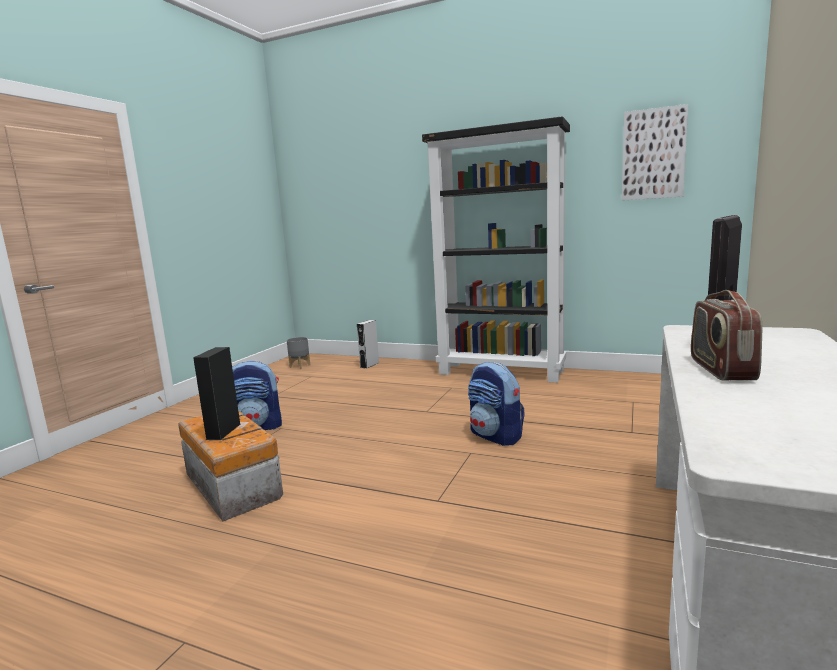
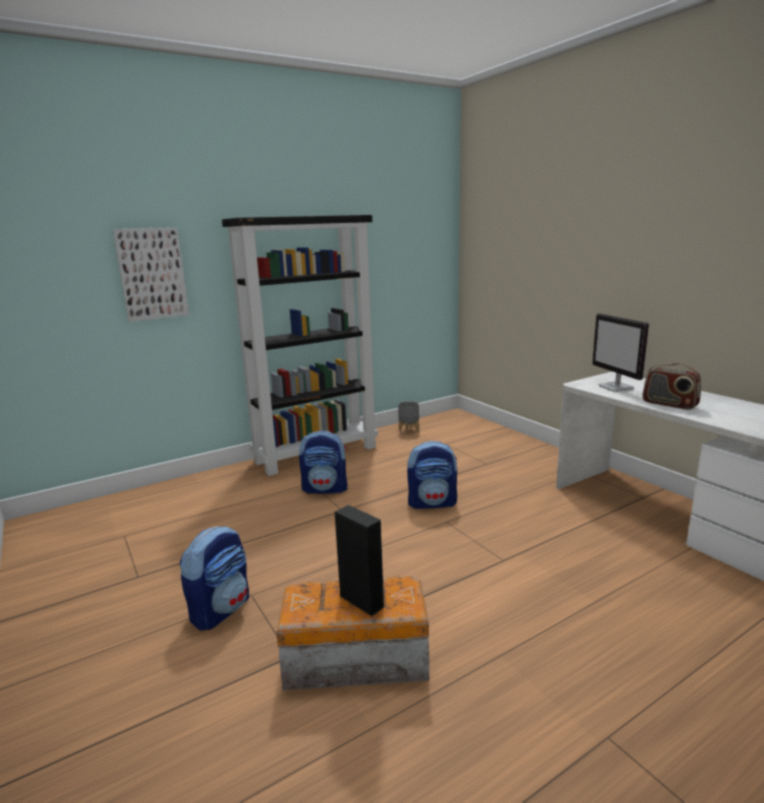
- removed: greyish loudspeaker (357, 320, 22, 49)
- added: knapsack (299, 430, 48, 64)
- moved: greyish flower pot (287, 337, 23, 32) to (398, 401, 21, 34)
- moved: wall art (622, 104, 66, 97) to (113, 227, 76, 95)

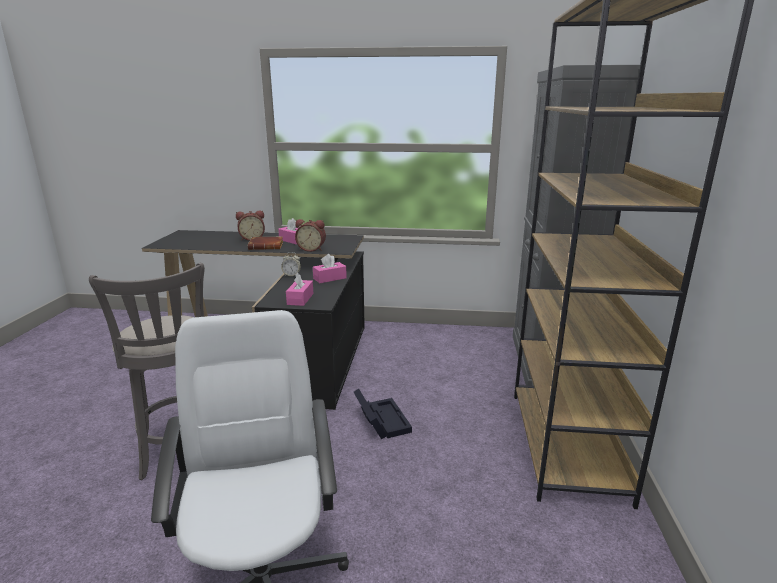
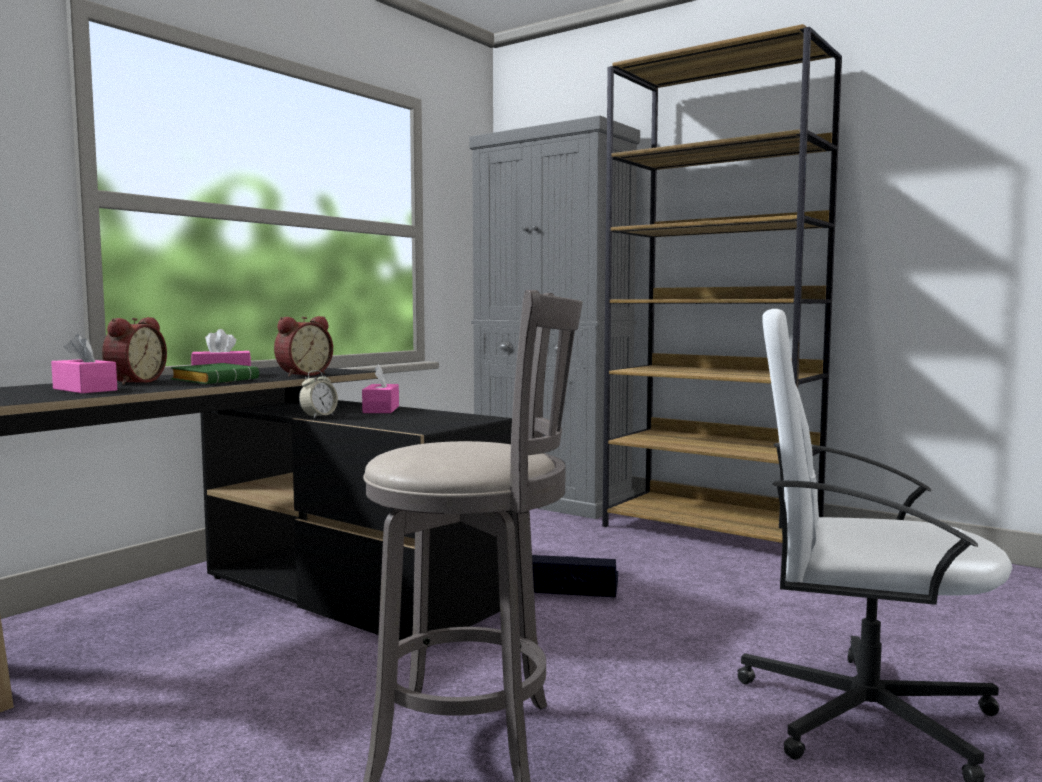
- moved: pink-coloured tissue holder (286, 272, 28, 34) to (51, 334, 66, 59)
- recoloured: brownish volume (248, 237, 35, 13) to green-coloured volume (171, 363, 88, 21)

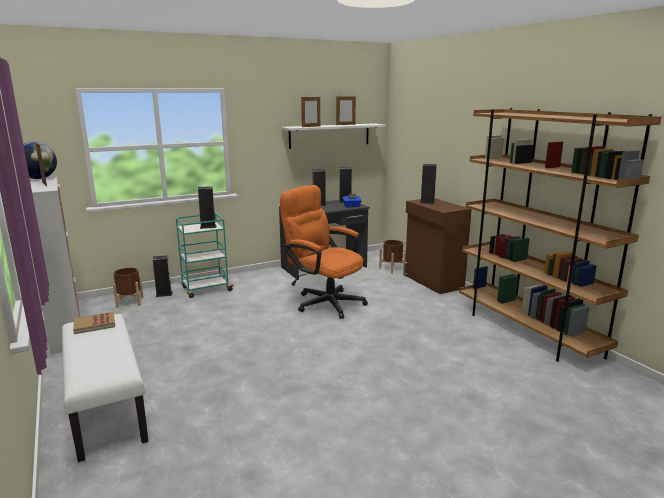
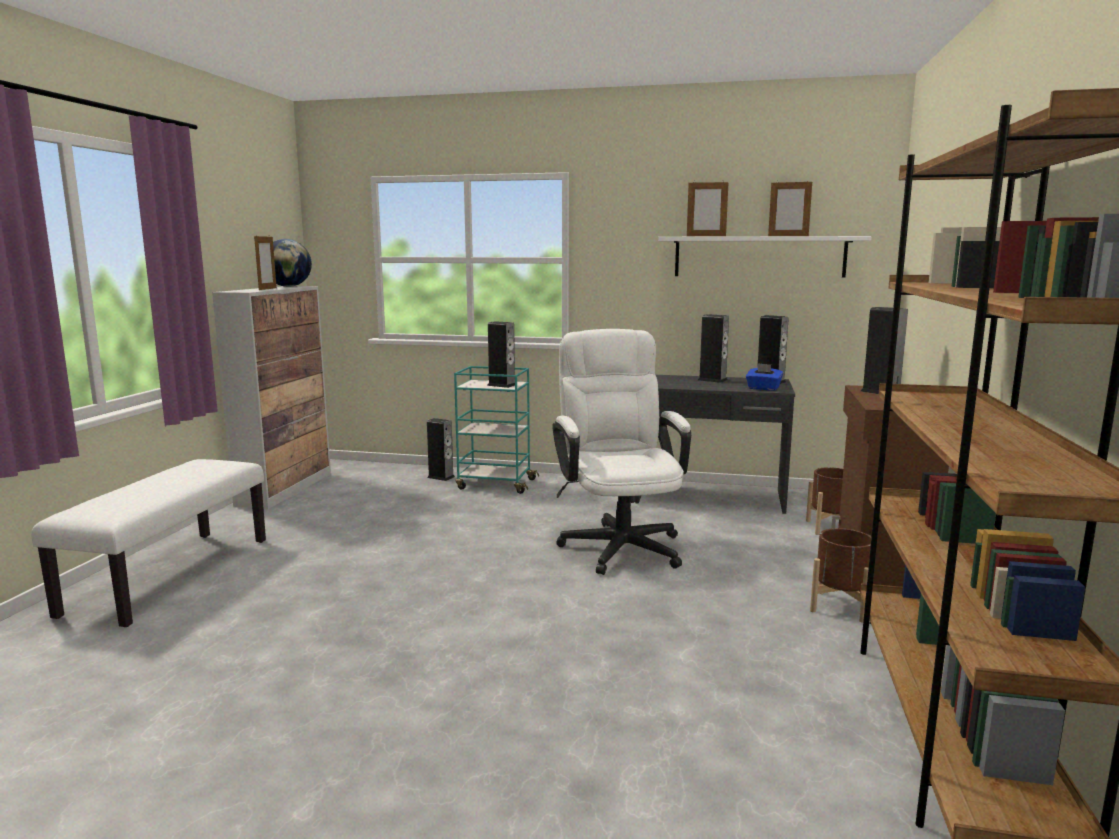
- removed: volume (73, 312, 42, 22)
- moved: brownish flower pot (113, 268, 31, 40) to (810, 528, 62, 95)
- recoloured: orange-coloured desk chair (280, 185, 88, 134) to whitish desk chair (552, 329, 139, 246)

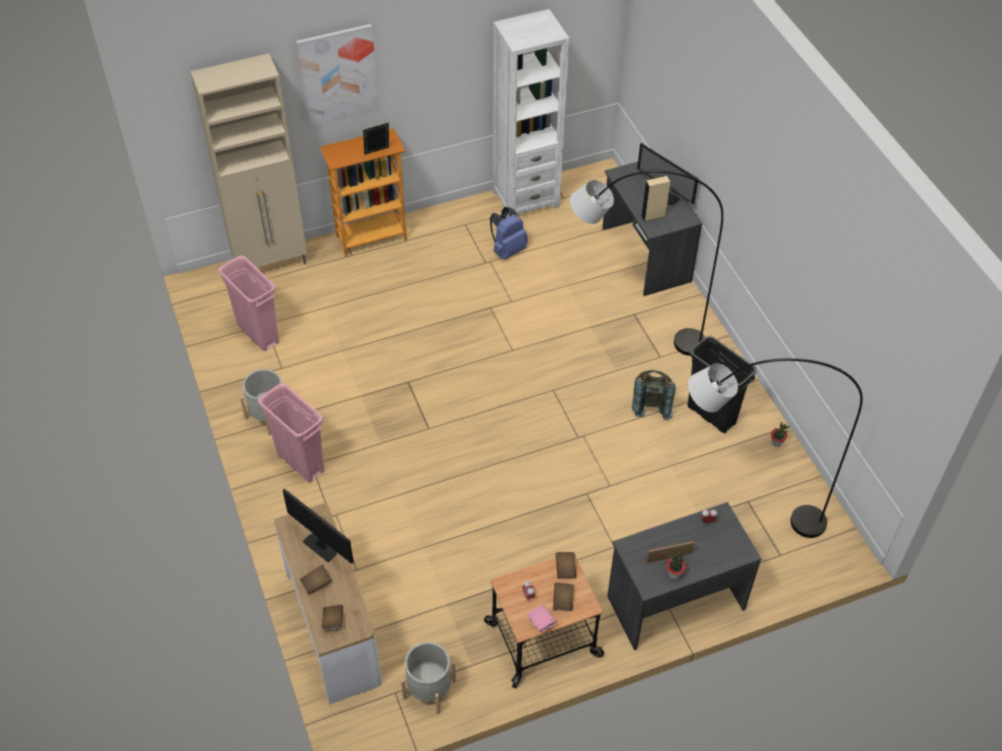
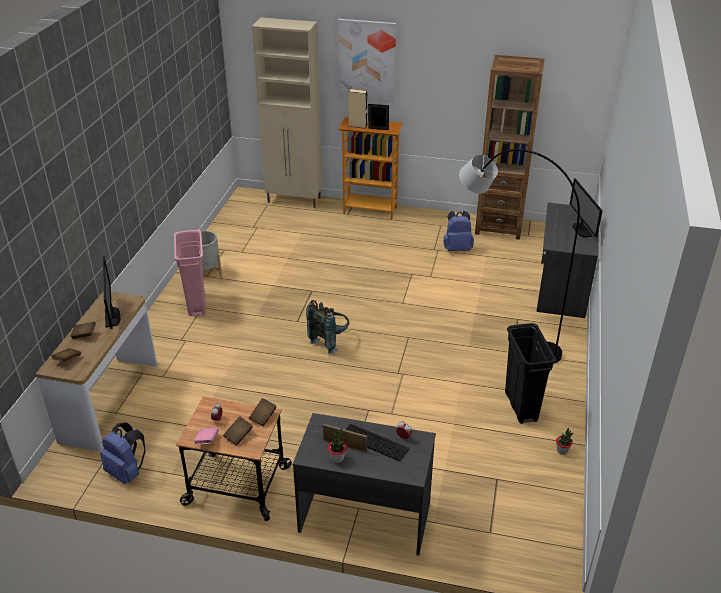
- removed: pink-coloured trash can (218, 256, 61, 95)
- removed: greyish floor lamp (688, 358, 175, 180)
- added: computer keyboard (345, 424, 64, 38)
- moved: greyish knapsack (632, 370, 44, 50) to (306, 300, 43, 54)
- moved: beige-coloured loudspeaker (641, 176, 29, 46) to (348, 89, 19, 40)
- replaced: greyish flower pot (401, 642, 55, 72) to blue-coloured knapsack (100, 422, 46, 62)
- recoloured: whitish shelving unit (493, 9, 76, 207) to brownish shelving unit (475, 55, 69, 185)

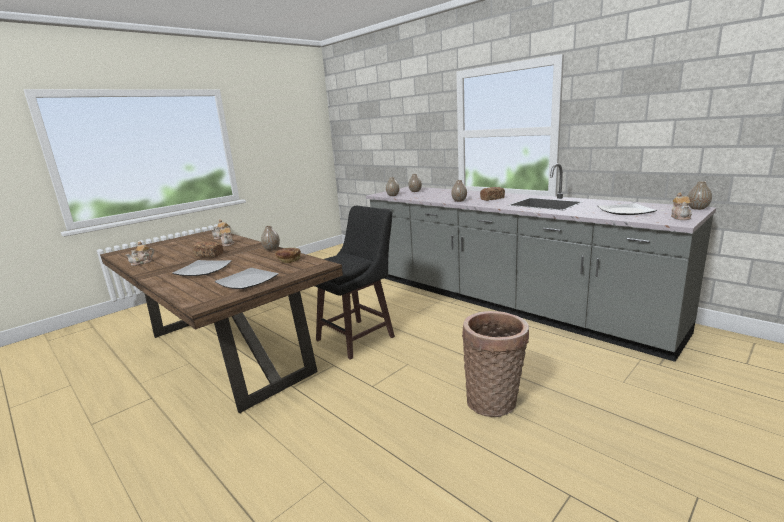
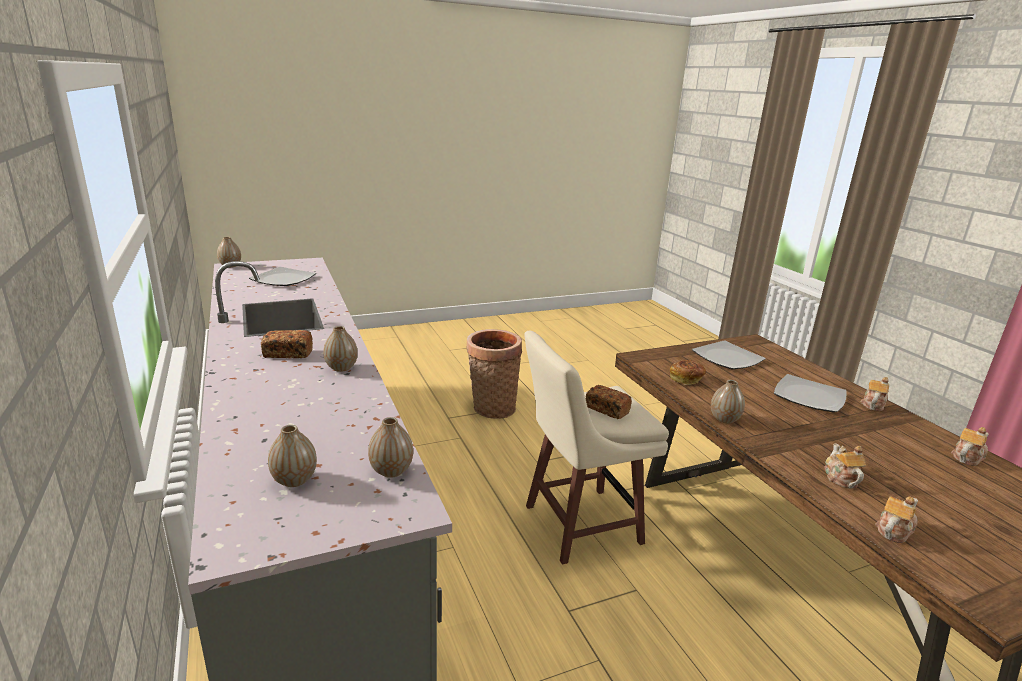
- moved: baked bread (193, 241, 30, 16) to (586, 385, 46, 34)
- moved: tea pot (671, 193, 21, 27) to (861, 377, 28, 34)
- recoloured: black-coloured stool (315, 206, 80, 154) to beige-coloured stool (524, 331, 145, 234)

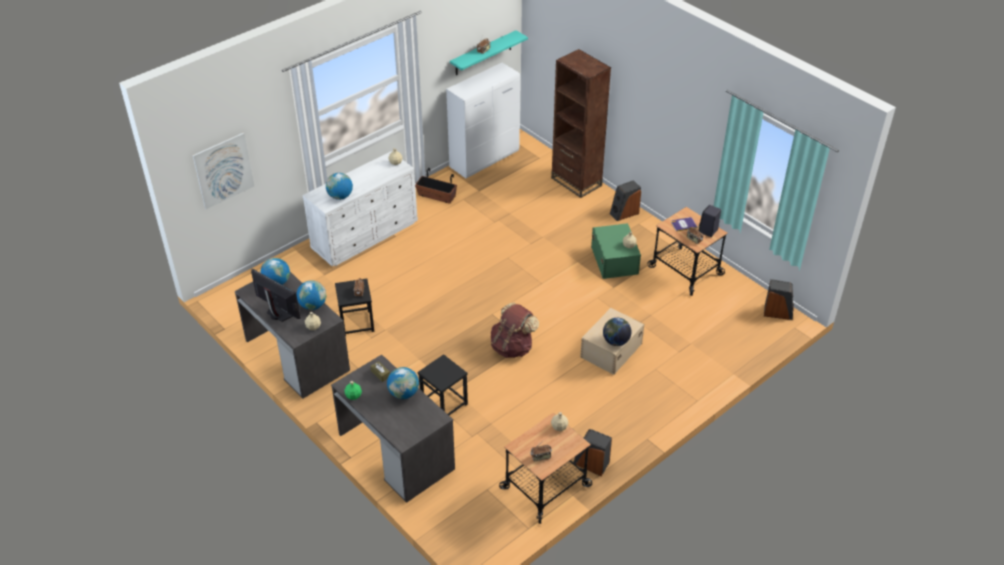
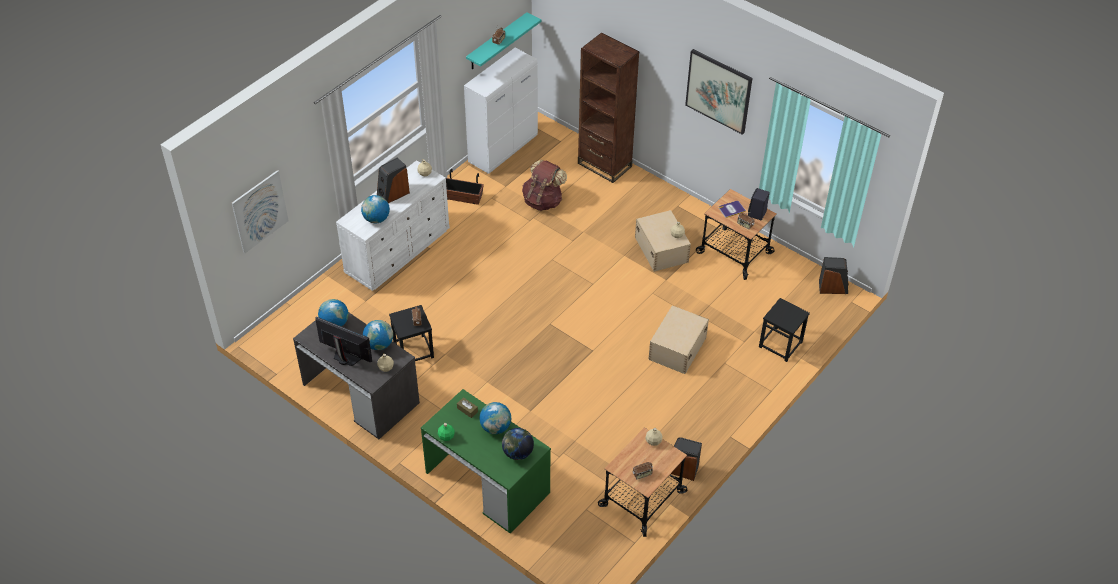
- added: wall art (685, 49, 67, 86)
- moved: black-coloured stool (418, 354, 50, 61) to (759, 298, 51, 64)
- moved: brownish knapsack (491, 302, 48, 56) to (522, 160, 45, 51)
- moved: world globe (603, 318, 29, 28) to (502, 428, 32, 32)
- moved: loudspeaker (610, 180, 31, 41) to (377, 157, 33, 46)
- recoloured: greyish desk (331, 354, 124, 149) to green-coloured desk (421, 389, 130, 145)
- recoloured: green-coloured storage box (591, 223, 50, 56) to beige-coloured storage box (635, 210, 56, 62)

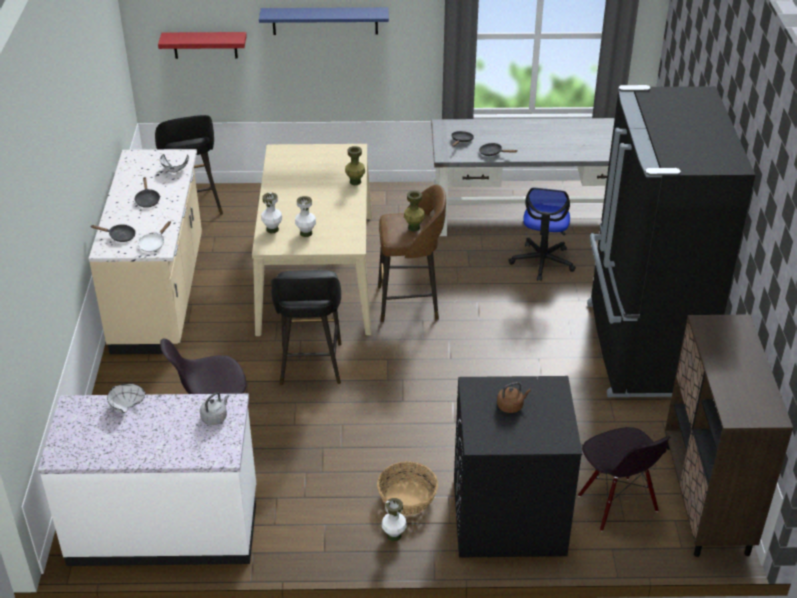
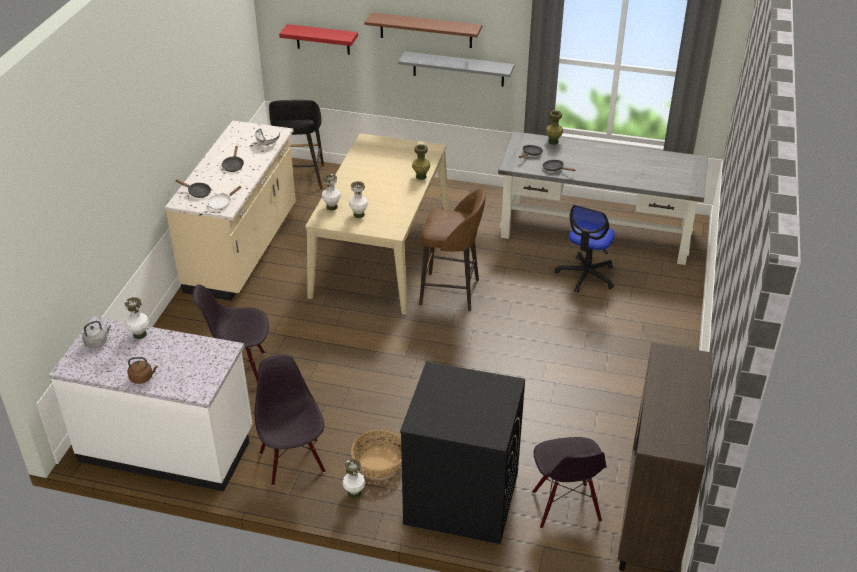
- removed: black-coloured stool (271, 270, 70, 115)
- removed: black-coloured kitchen fridge (587, 85, 168, 312)
- added: black-coloured chair (255, 354, 70, 132)
- added: greyish shelf (398, 51, 116, 36)
- moved: greyish water kettle (200, 392, 29, 33) to (82, 321, 29, 27)
- moved: green-coloured decorative vase (404, 191, 21, 40) to (546, 110, 17, 35)
- moved: brownish water kettle (497, 382, 34, 31) to (127, 357, 31, 27)
- replaced: whitish deep dish (107, 383, 38, 30) to whitish decorative vase (124, 297, 25, 42)
- recoloured: blue-coloured shelf (259, 7, 130, 28) to brownish shelf (364, 12, 118, 36)

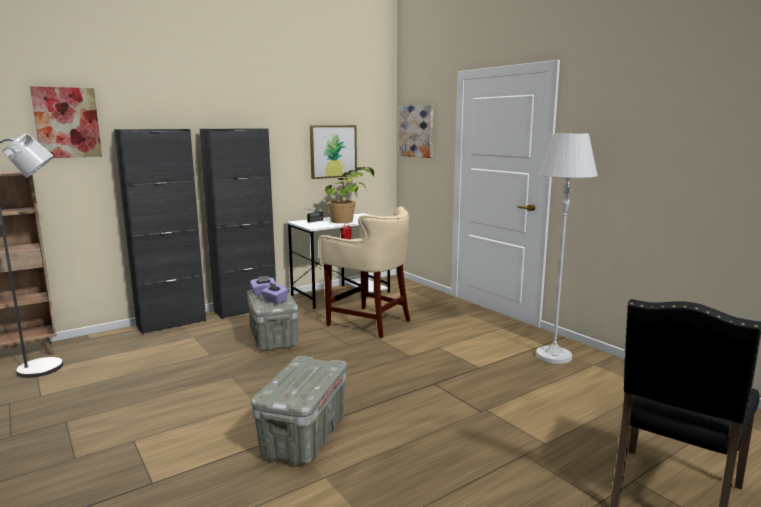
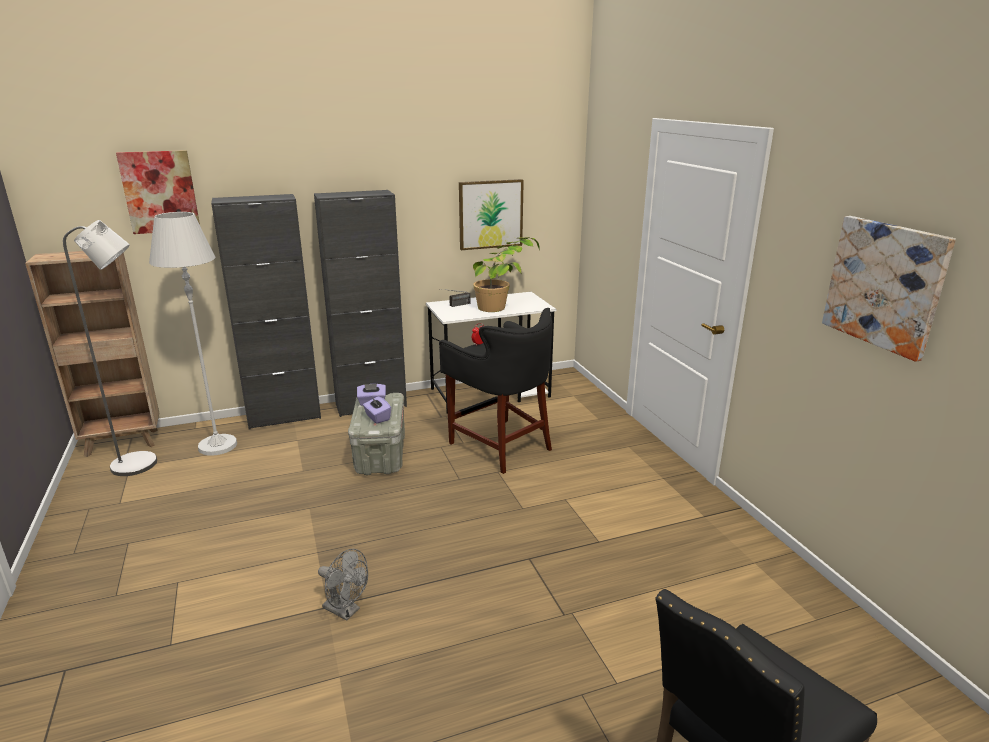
- moved: wall art (399, 105, 34, 53) to (822, 216, 134, 146)
- moved: whitish floor lamp (536, 133, 62, 231) to (149, 212, 88, 244)
- replaced: greyish storage box (251, 356, 96, 109) to greyish fan (318, 549, 50, 72)
- recoloured: beige-coloured stool (319, 206, 91, 132) to black-coloured stool (439, 308, 113, 166)

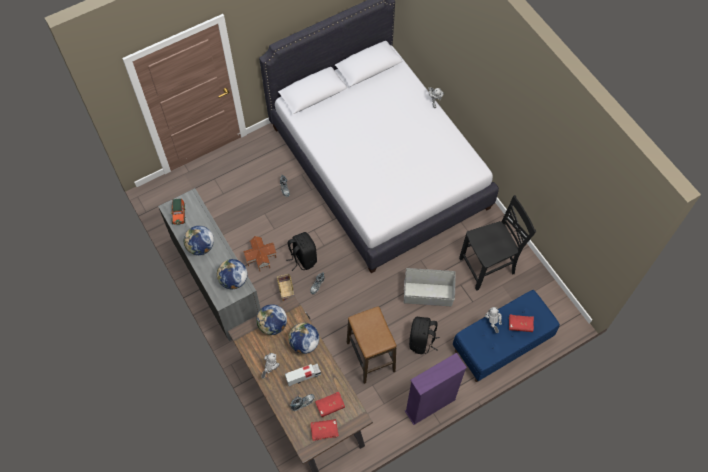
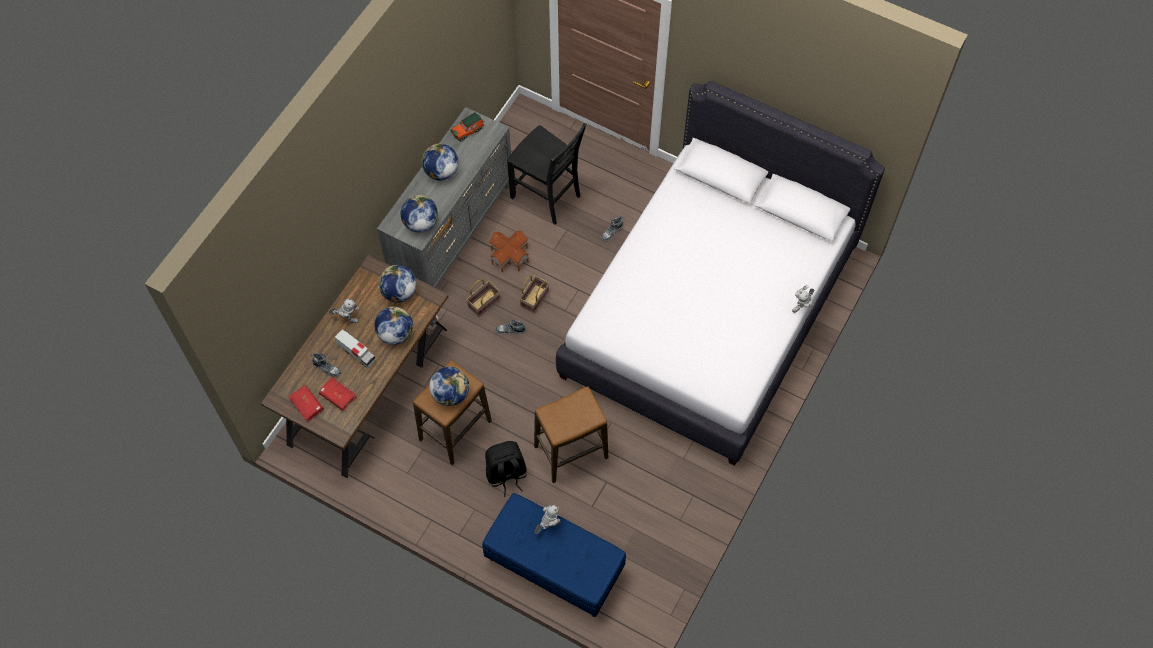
- removed: purplish shelving unit (405, 353, 62, 72)
- removed: red-coloured volume (509, 315, 25, 17)
- added: world globe (429, 367, 40, 39)
- moved: black-coloured chair (459, 195, 77, 96) to (507, 123, 80, 101)
- replaced: black-coloured knapsack (286, 232, 31, 39) to basket (519, 276, 30, 38)
- replaced: greyish storage box (404, 268, 52, 38) to stool (534, 386, 74, 97)

